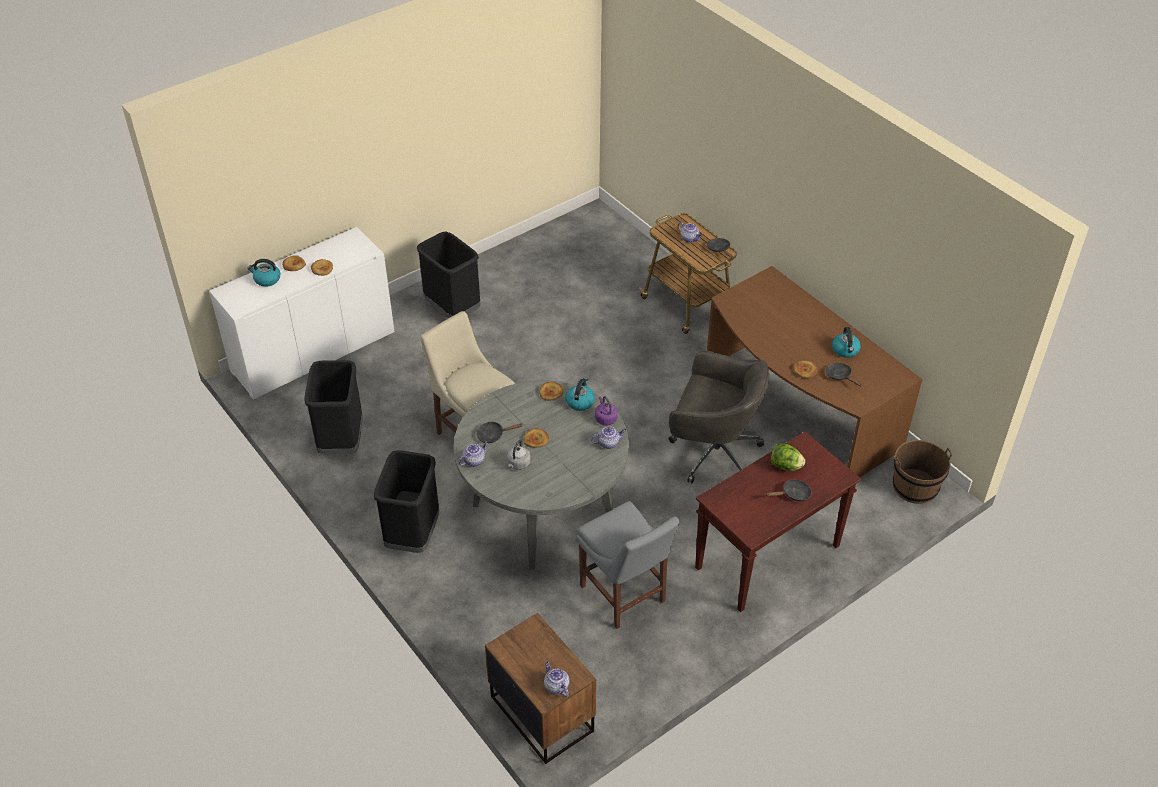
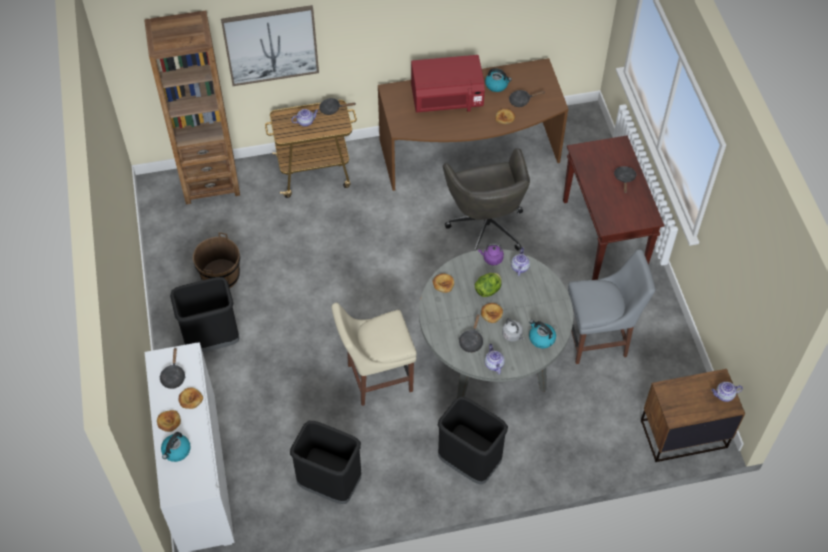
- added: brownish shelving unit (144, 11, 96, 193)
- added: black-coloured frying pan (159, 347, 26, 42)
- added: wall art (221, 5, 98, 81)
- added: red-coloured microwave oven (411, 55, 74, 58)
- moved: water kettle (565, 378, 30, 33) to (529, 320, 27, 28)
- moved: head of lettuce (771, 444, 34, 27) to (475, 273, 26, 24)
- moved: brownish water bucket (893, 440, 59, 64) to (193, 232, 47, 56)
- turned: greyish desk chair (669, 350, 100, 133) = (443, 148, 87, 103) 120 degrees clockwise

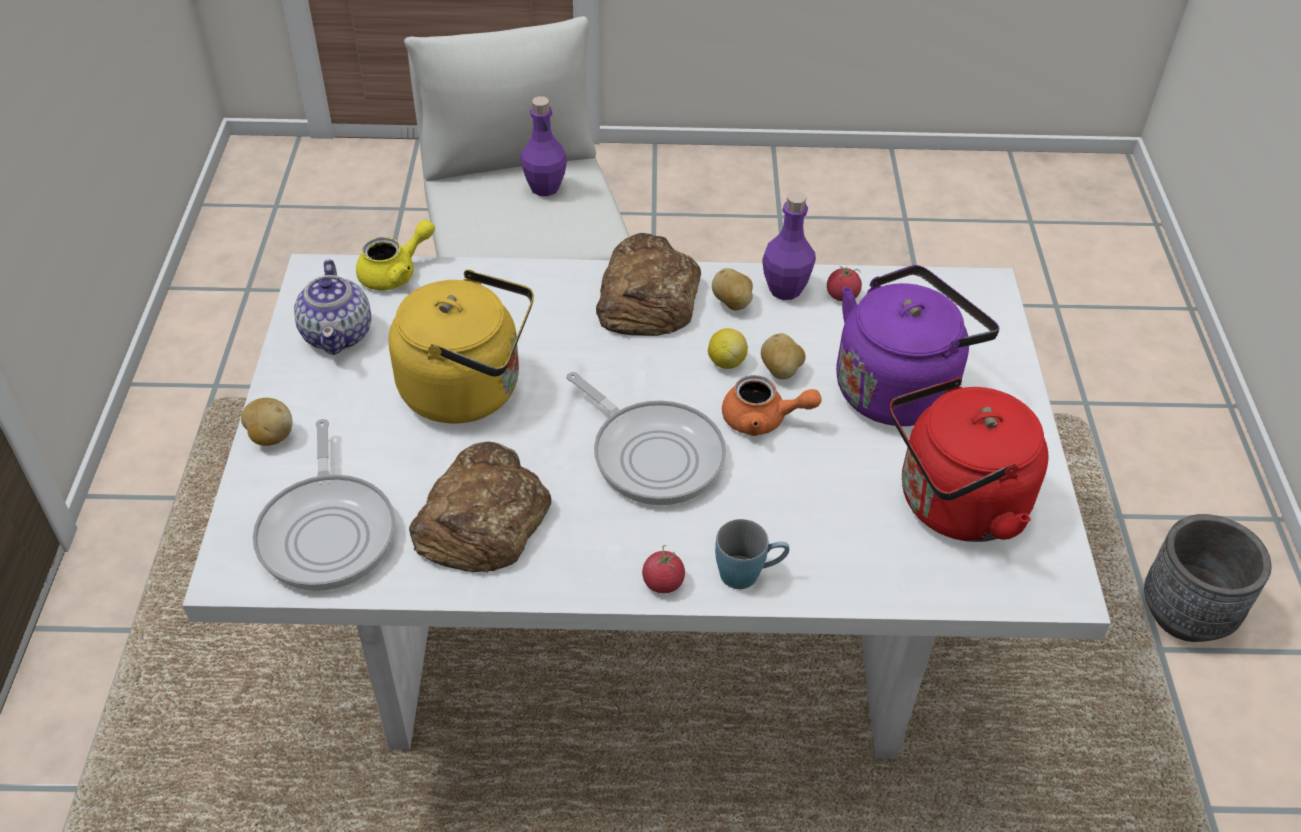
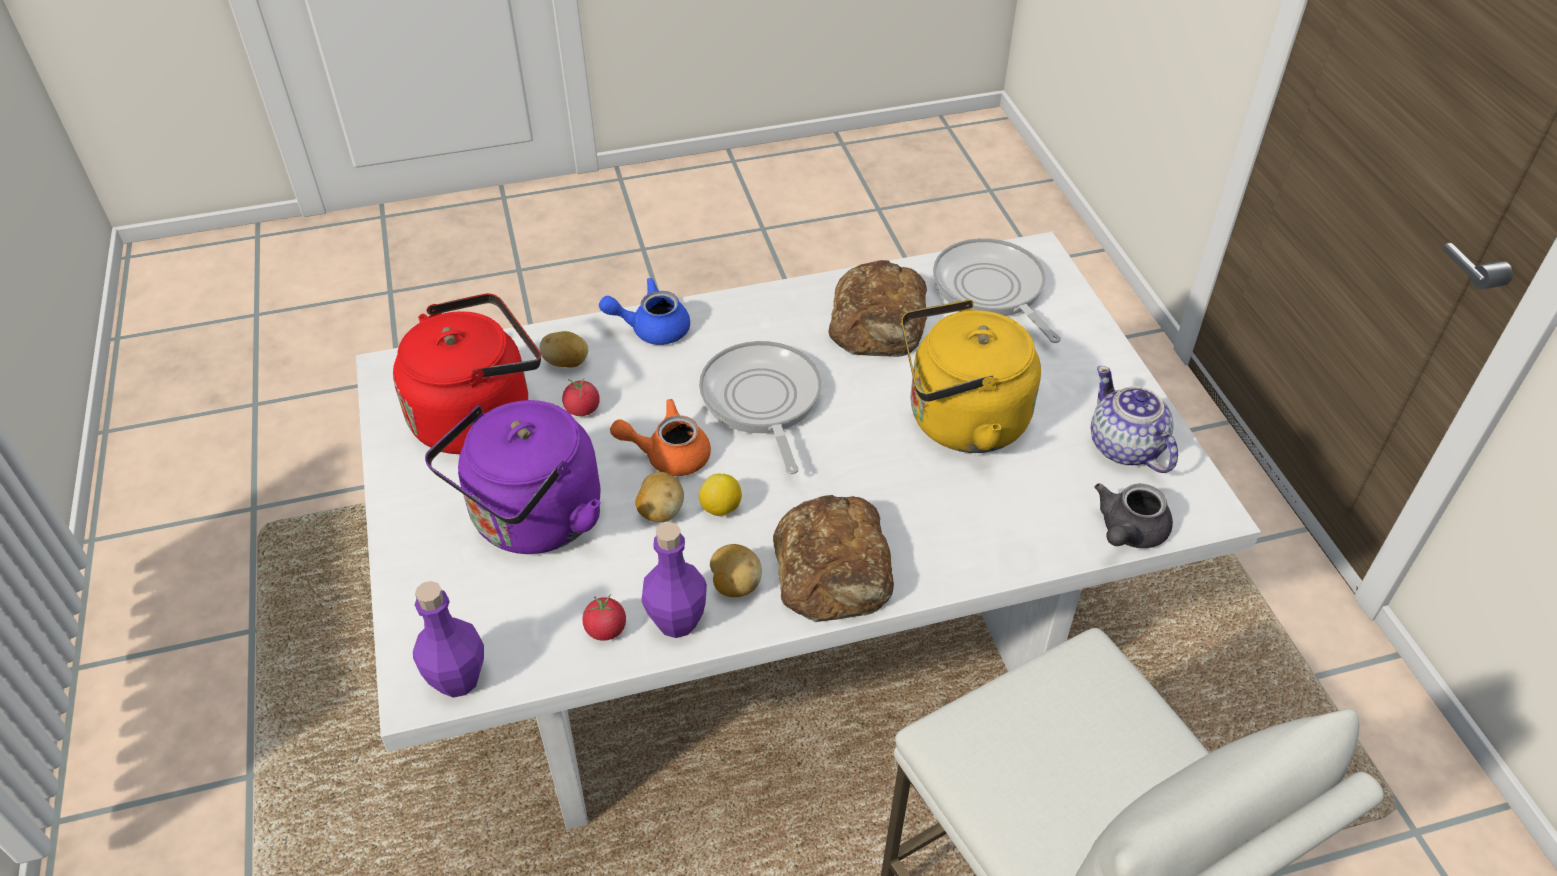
- removed: greyish flower pot (1144, 514, 127, 128)
- moved: spud (241, 398, 52, 48) to (540, 331, 48, 37)
- moved: purplish beverage bottle (520, 96, 47, 100) to (413, 581, 71, 117)
- moved: tomato (642, 545, 43, 48) to (562, 378, 38, 38)
- replaced: blue-coloured coffee mug (715, 519, 74, 70) to blue-coloured tea pot (599, 278, 91, 67)
- recoloured: yellow-coloured tea pot (356, 220, 79, 70) to greyish tea pot (1094, 483, 79, 65)
- turned: frying pan (567, 372, 159, 133) = (699, 341, 123, 133) 45 degrees clockwise

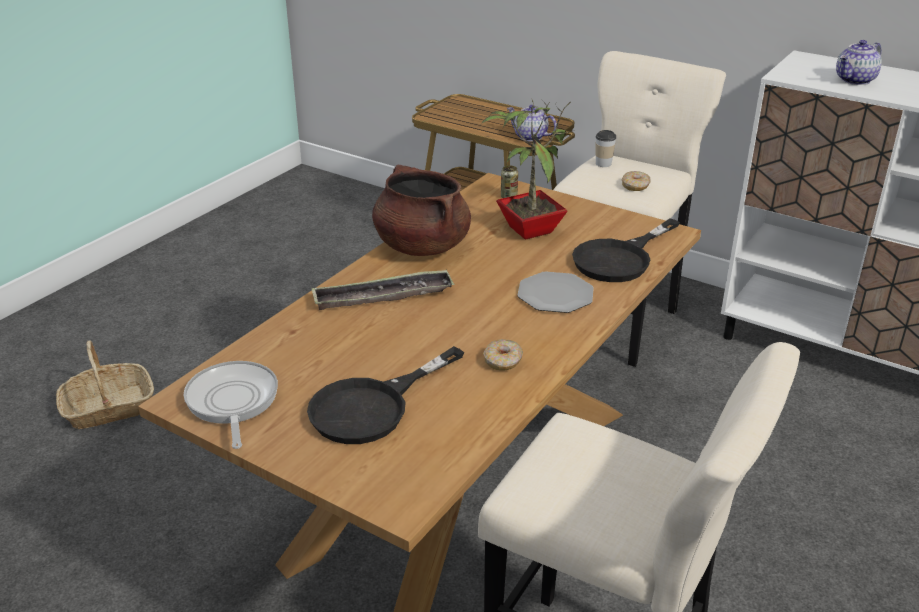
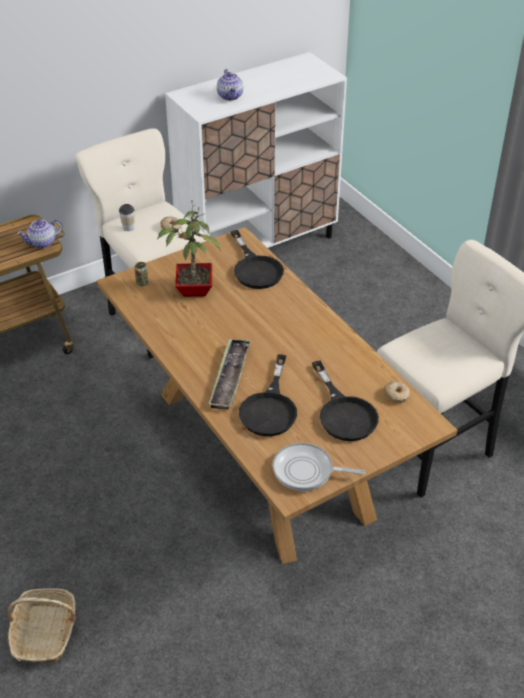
- removed: brownish cooking pot (372, 164, 99, 92)
- removed: dinner plate (517, 271, 77, 42)
- added: black-coloured frying pan (239, 355, 58, 81)
- moved: donut (483, 339, 40, 31) to (384, 381, 26, 22)

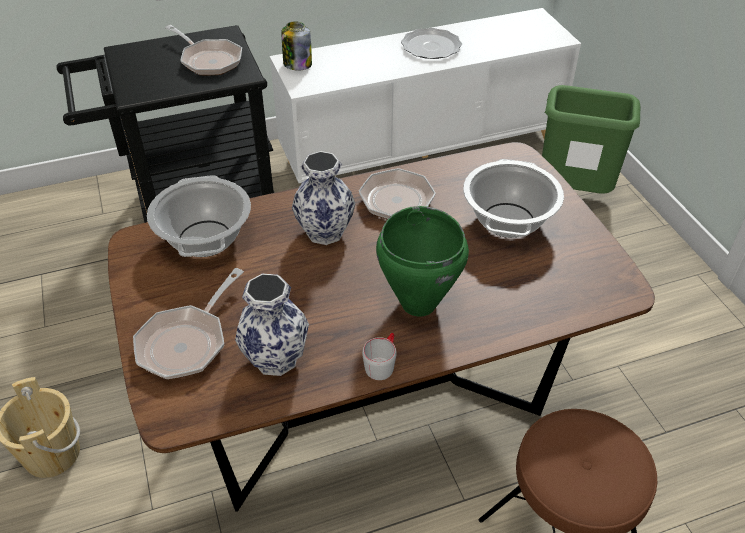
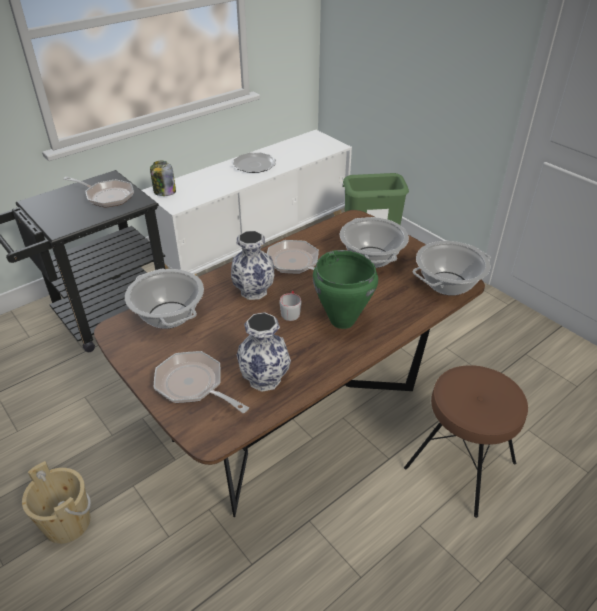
- added: cooking pot (412, 241, 79, 55)
- moved: greyish coffee mug (362, 333, 35, 47) to (279, 291, 22, 30)
- turned: frying pan (133, 268, 111, 112) = (154, 351, 95, 62) 120 degrees clockwise

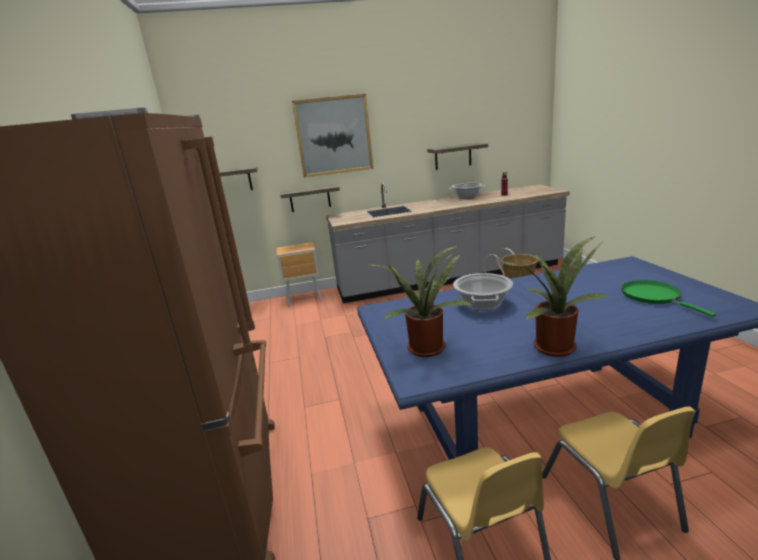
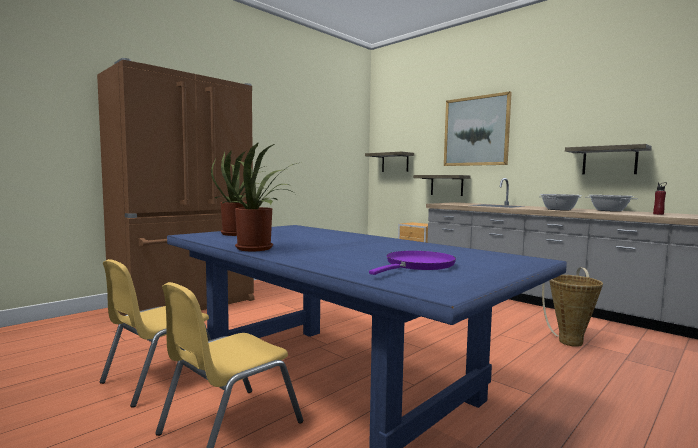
- moved: cooking pot (453, 273, 60, 38) to (539, 194, 43, 16)
- recoloured: green-coloured frying pan (621, 280, 95, 37) to purplish frying pan (369, 251, 87, 24)

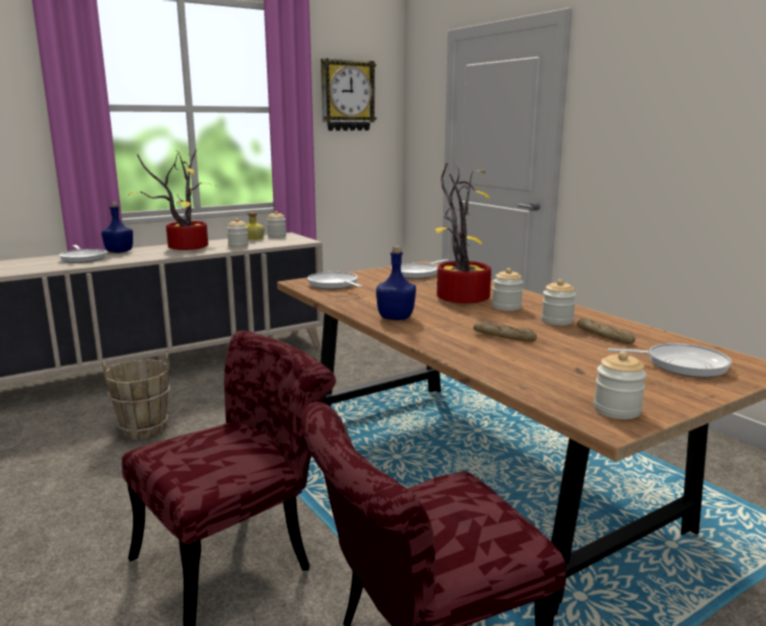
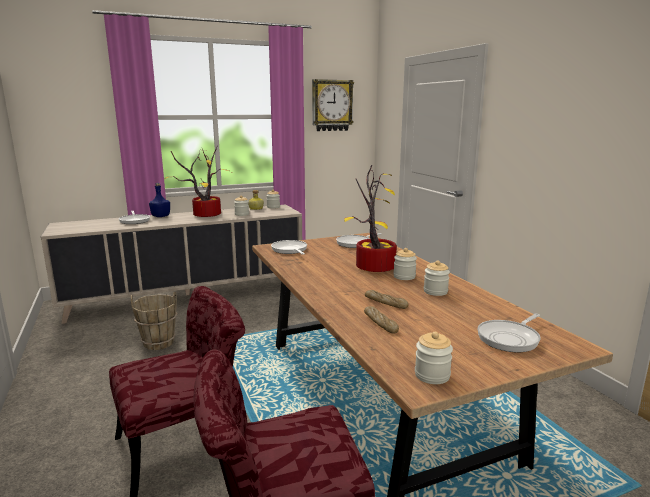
- removed: blue-coloured beverage bottle (376, 246, 40, 74)
- moved: baked bread (577, 318, 58, 26) to (364, 306, 35, 28)
- turned: frying pan (608, 343, 123, 34) = (477, 313, 64, 39) 120 degrees clockwise

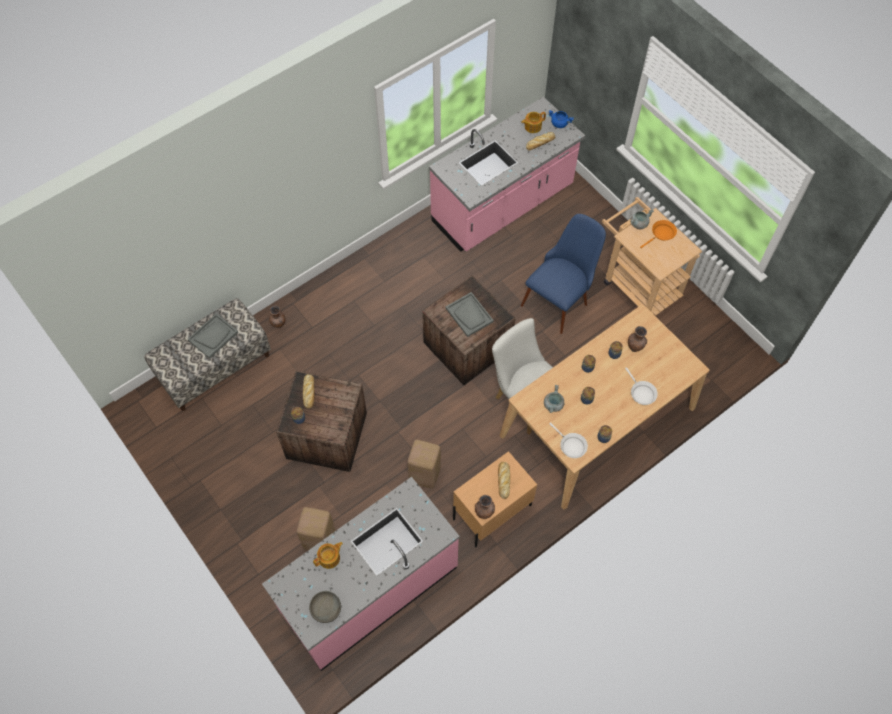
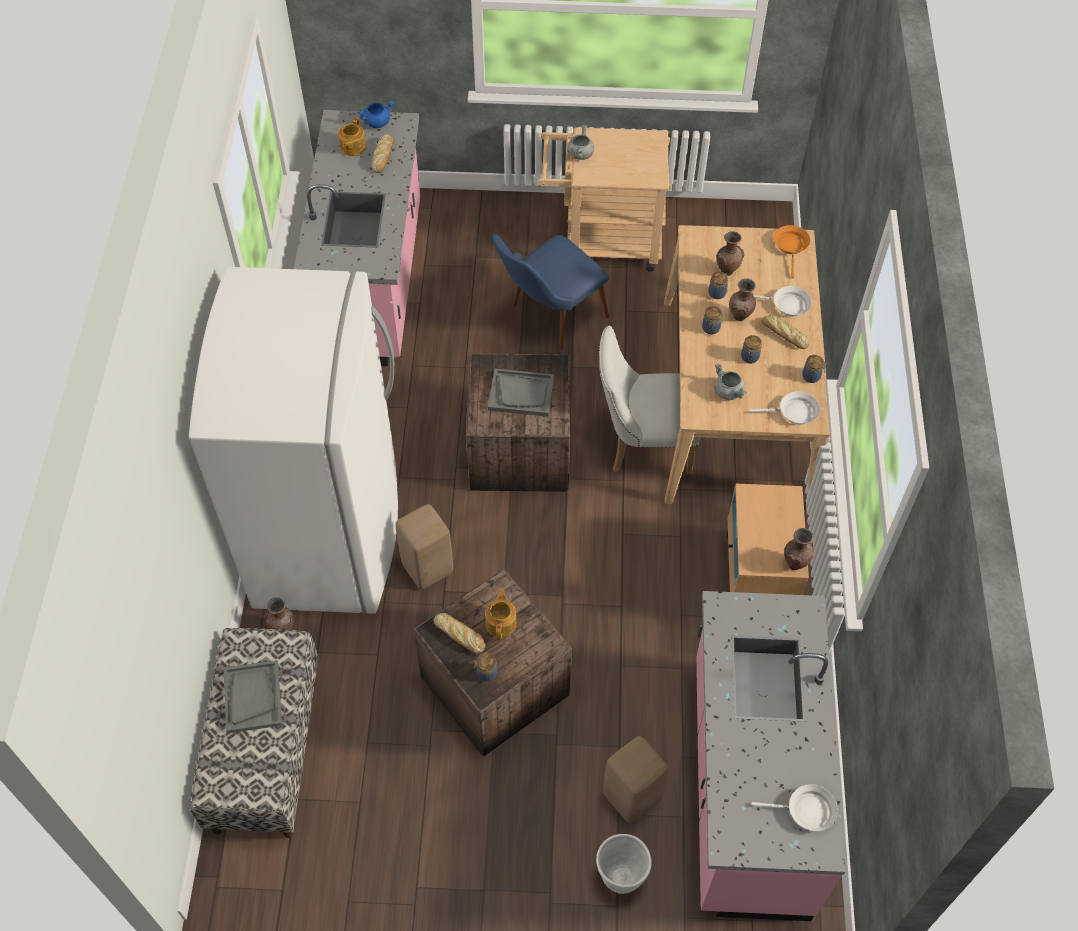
- added: whitish kitchen fridge (189, 267, 209, 347)
- added: whitish flower pot (596, 834, 56, 60)
- added: brownish decorative vase (729, 278, 27, 43)
- moved: tea pot (313, 542, 30, 27) to (485, 589, 32, 51)
- moved: beige-coloured stool (407, 440, 34, 49) to (396, 504, 57, 85)
- moved: baked bread (498, 462, 12, 37) to (761, 314, 48, 35)
- moved: orange-coloured frying pan (640, 220, 37, 28) to (774, 225, 36, 53)
- replaced: greyish deep dish (309, 591, 32, 32) to whitish frying pan (751, 784, 87, 47)
- turned: blue-coloured chair (521, 214, 85, 120) = (492, 234, 117, 116) 120 degrees counterclockwise

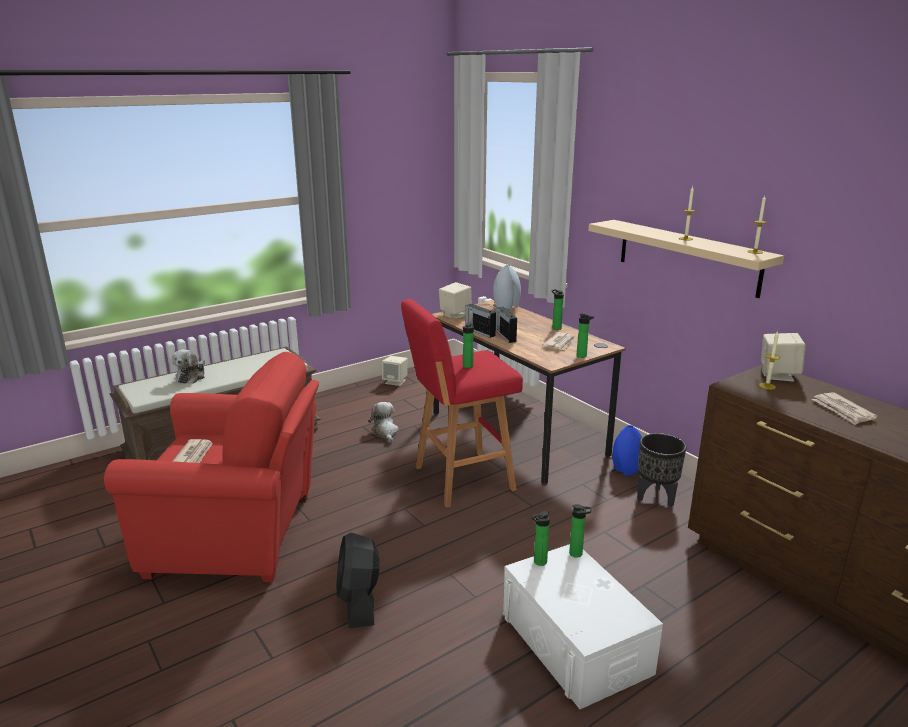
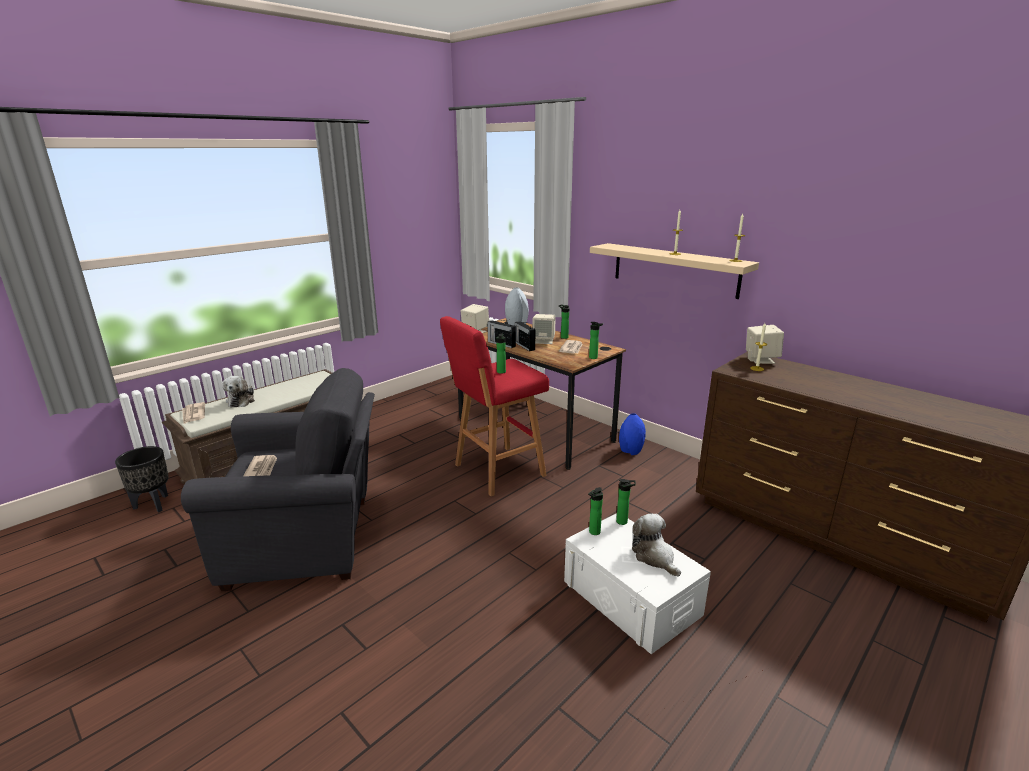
- removed: black-coloured fan (336, 533, 44, 95)
- moved: plush toy (369, 402, 30, 41) to (632, 514, 49, 63)
- moved: beige-coloured loudspeaker (382, 356, 26, 30) to (532, 314, 24, 30)
- moved: black-coloured flower pot (637, 433, 50, 74) to (115, 446, 54, 67)
- moved: newspaper (812, 392, 65, 33) to (182, 402, 23, 22)
- recoloured: red-coloured easy chair (104, 352, 215, 230) to greyish easy chair (181, 368, 194, 223)

